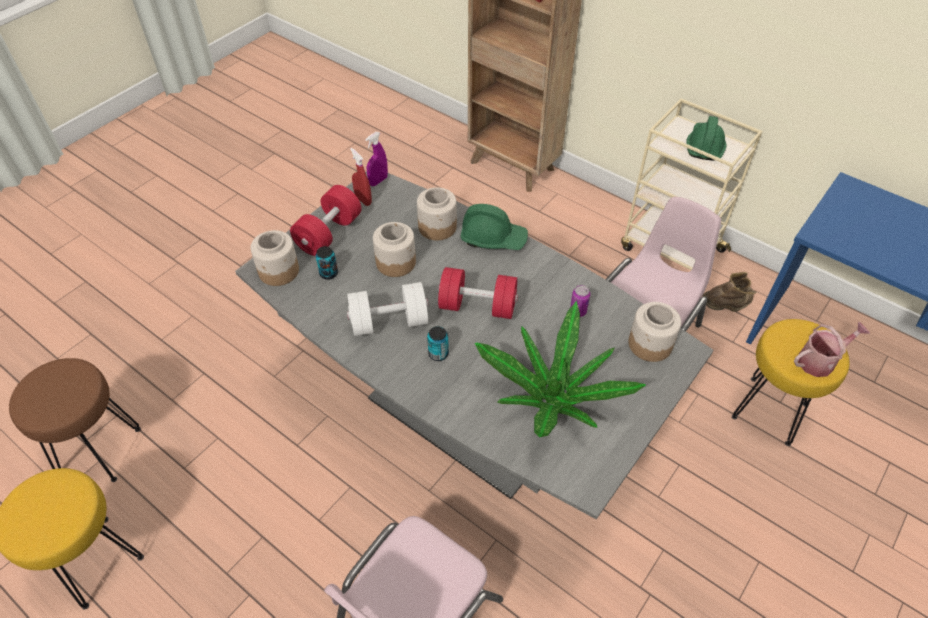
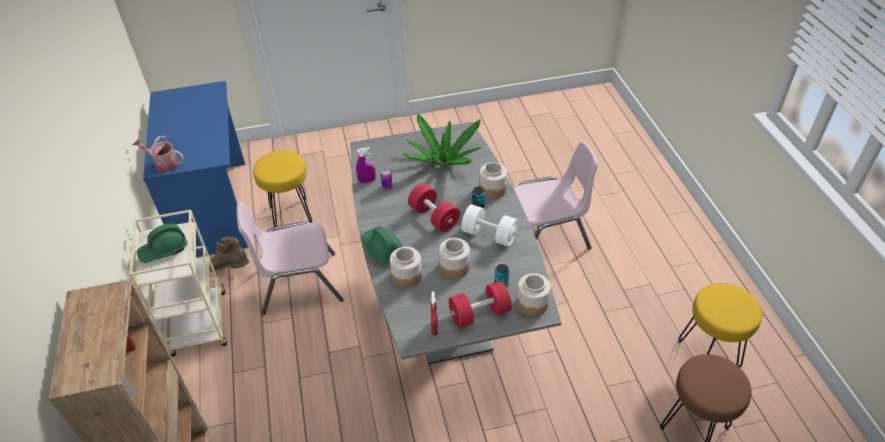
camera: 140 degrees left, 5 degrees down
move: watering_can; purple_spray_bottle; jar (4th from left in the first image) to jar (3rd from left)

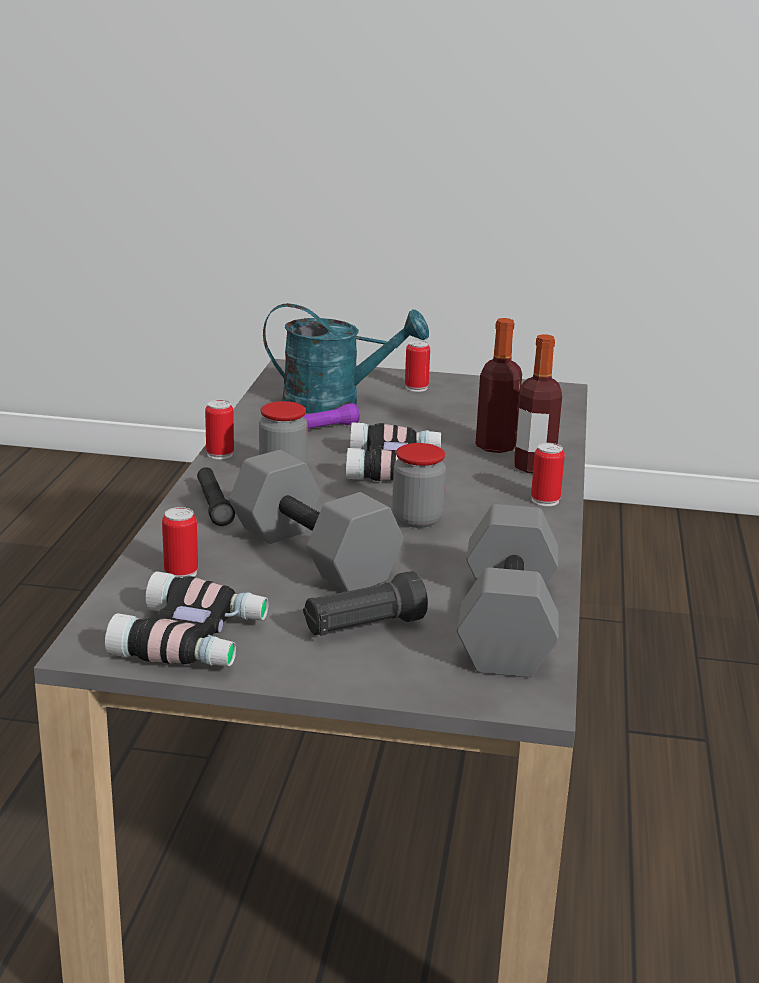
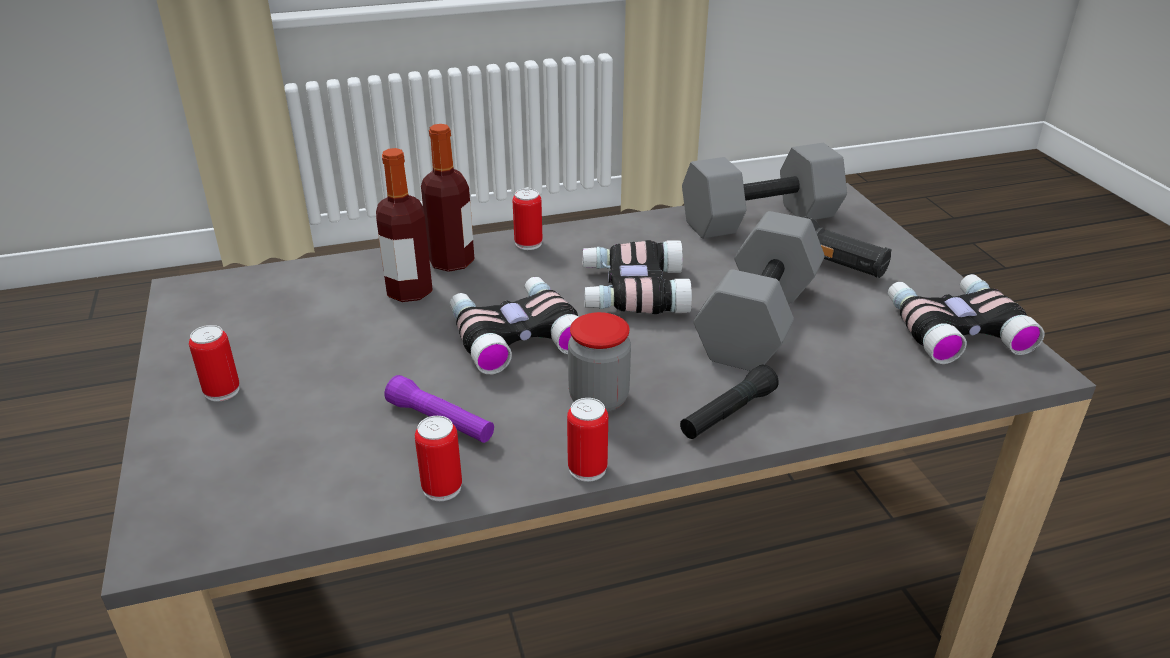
camera: 115 degrees left, 10 degrees up
delete: turquoise_watering_can
move: can (1st from left in the first image) to can (2nd from left)
replace: jar (2nd from left) to binoculars (2nd from left)

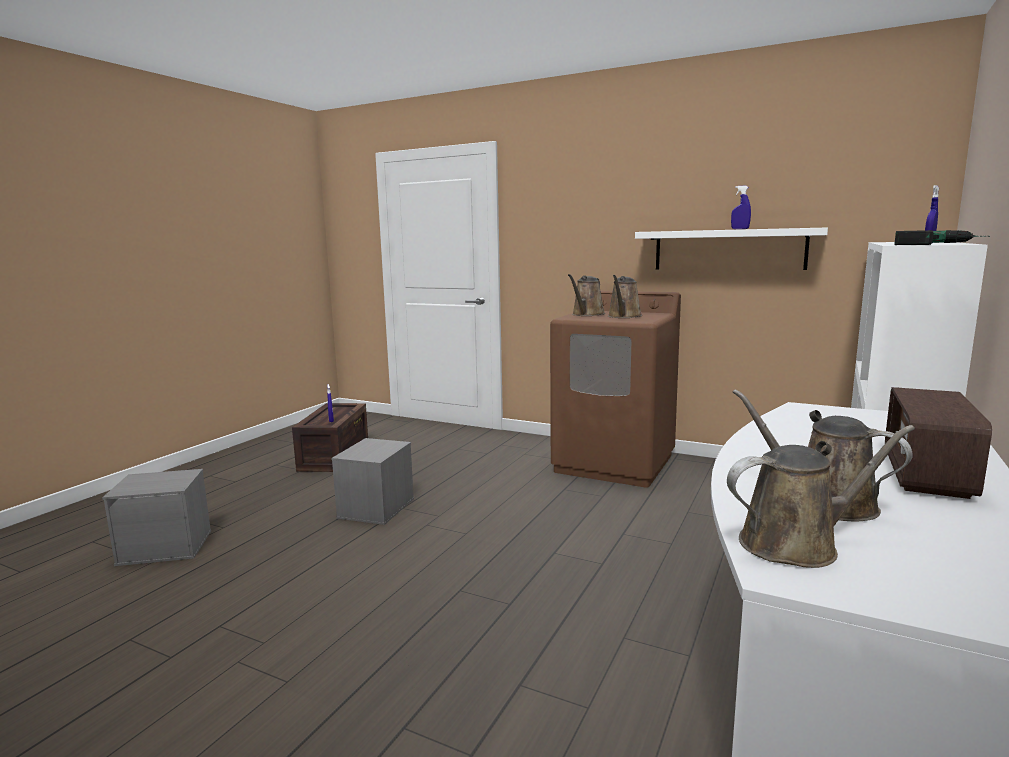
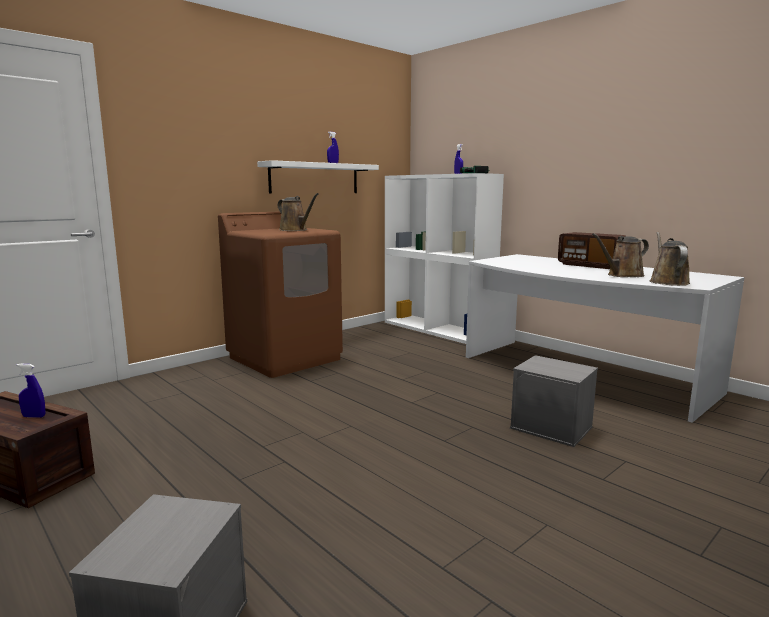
camera: 70 degrees left, 0 degrees up
delete: brown_watering_can (1st from left)
move: grey_storage_box (2nd from left)

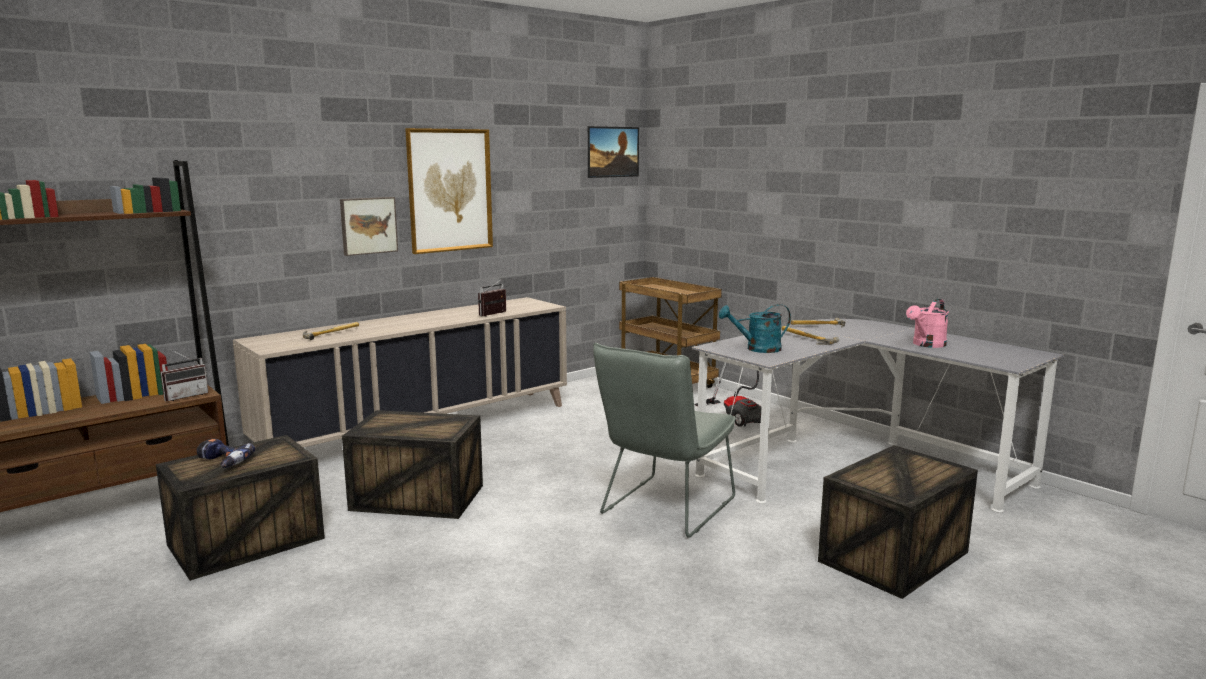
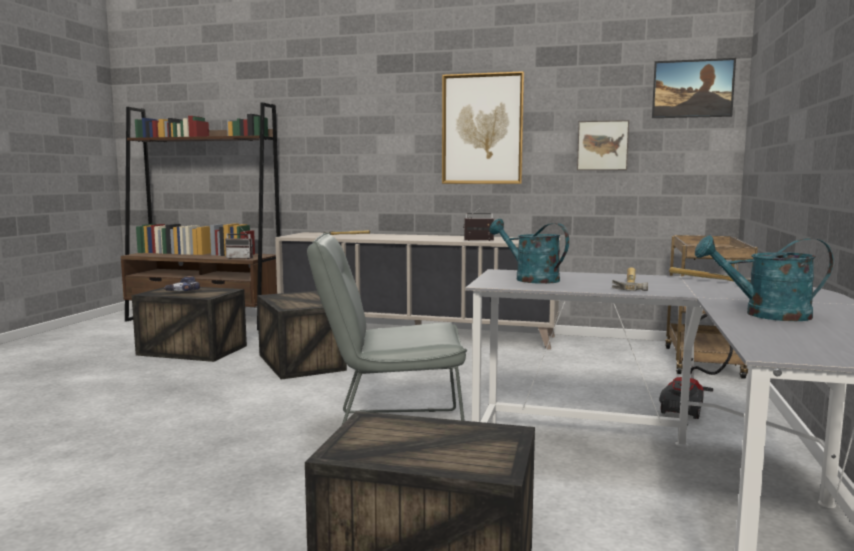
camera: 55 degrees right, 5 degrees down
move: picture (1st from left in the first image) to picture (2nd from left)
recolor: pink_watering_can to turquoise_watering_can (2nd from left)

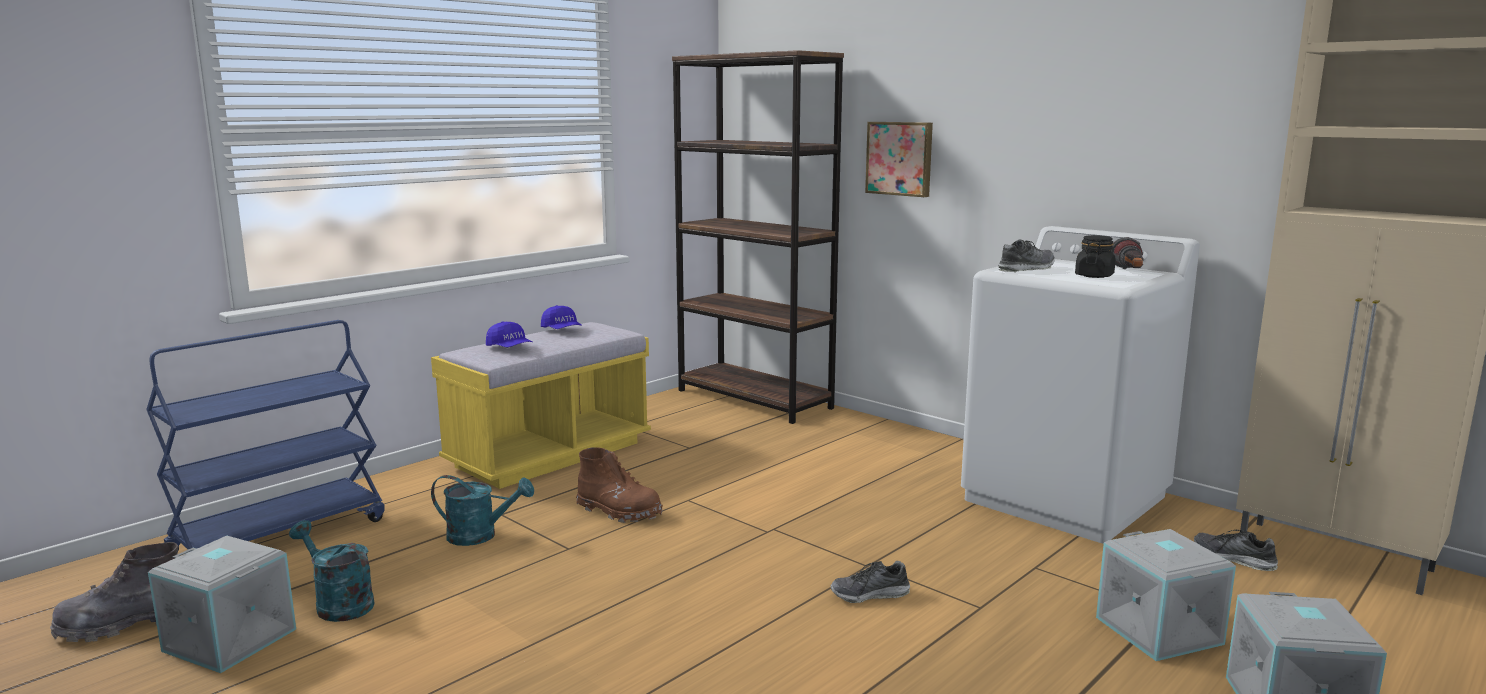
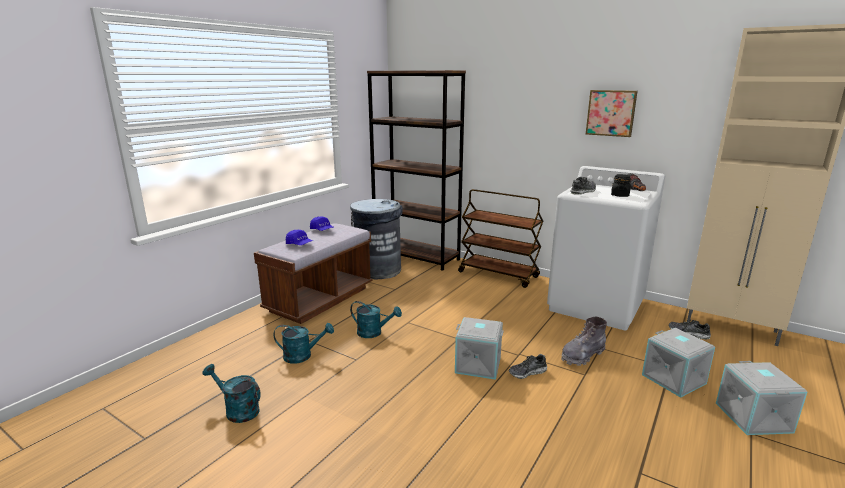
camera: 10 degrees left, 5 degrees up
delete: blue_cart
insert: grey_trash_can; brown_cart
move: grey_storage_box (1st from left); grey_boot; picture
replace: brown_boot to turquoise_watering_can (3rd from left)
recolor: yellow_bench to brown_bench

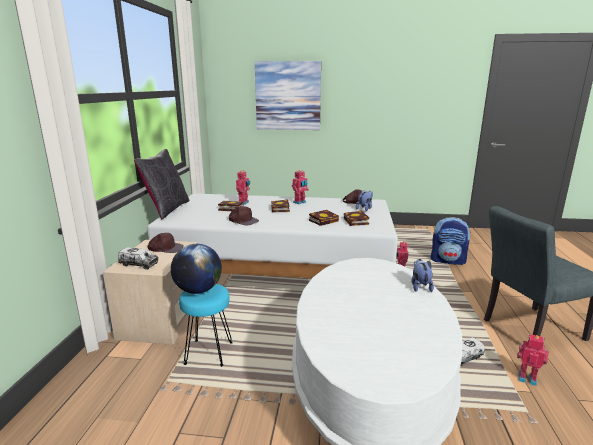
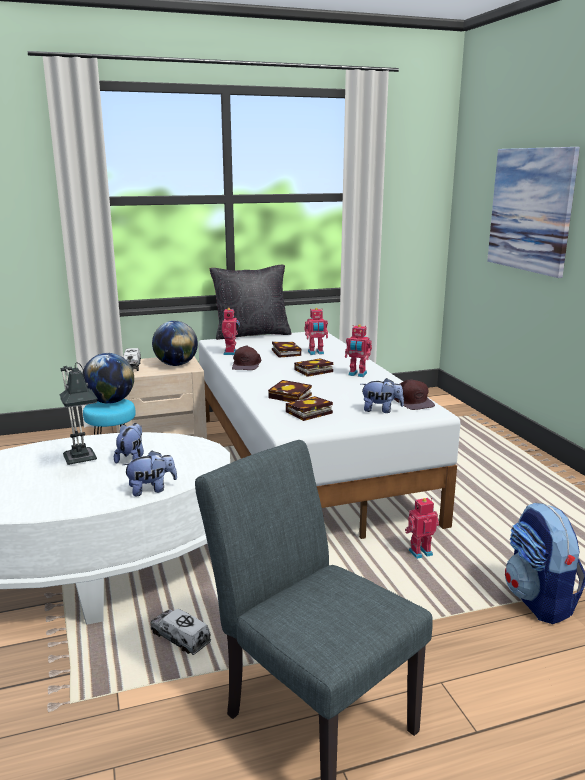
camera: 65 degrees right, 0 degrees up
insert: table_lamp; plush_toy (1st from left)
move: toy_robot (4th from left in the first image) to toy_robot (1st from left)
replace: brown_cap (1st from left) to globe (2nd from left)

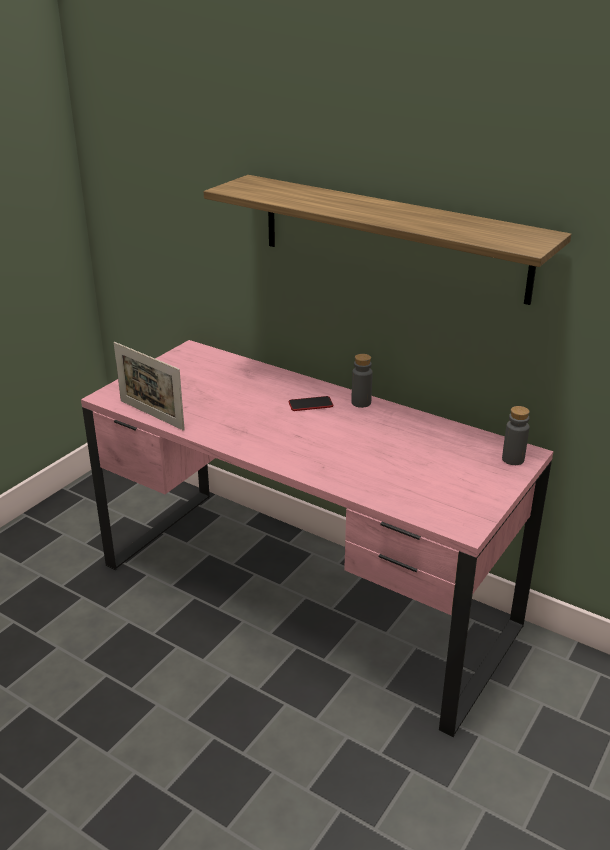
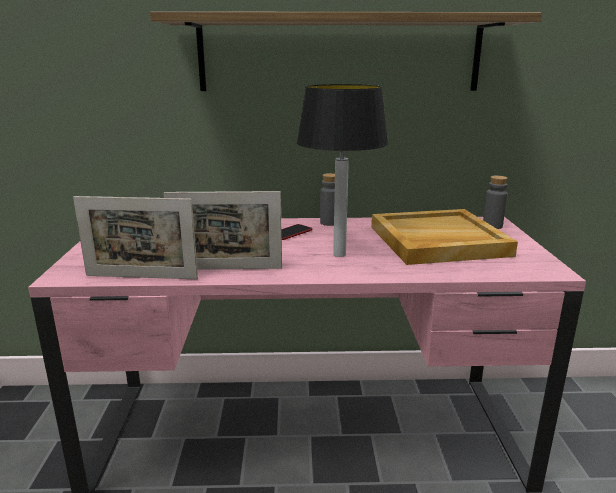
camera: 35 degrees left, 10 degrees down
insert: picture_frame (2nd from left); table_lamp; beige_tray

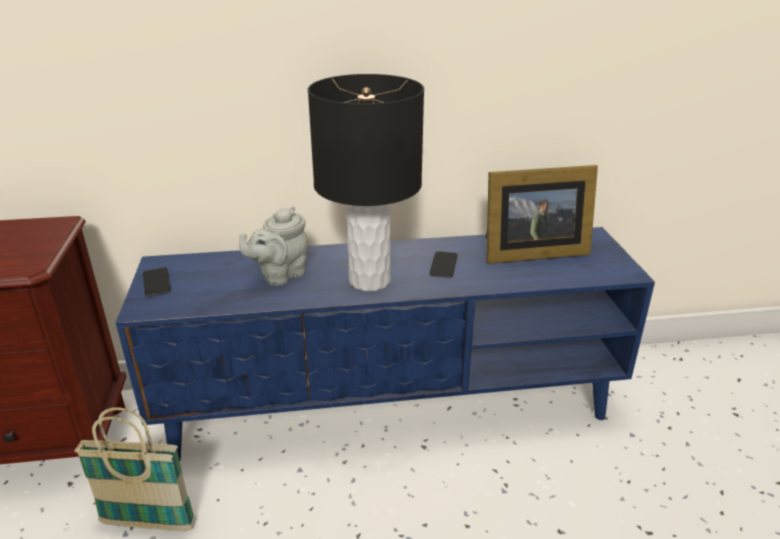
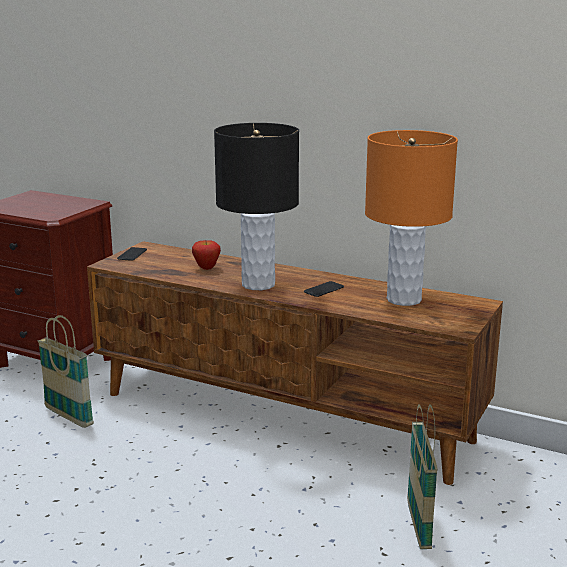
camera: 35 degrees right, 10 degrees down
insert: basket (2nd from left)
replace: grey_teapot to apple; picture_frame to orange_table_lamp
recolor: blue_tv_stand to brown_tv_stand

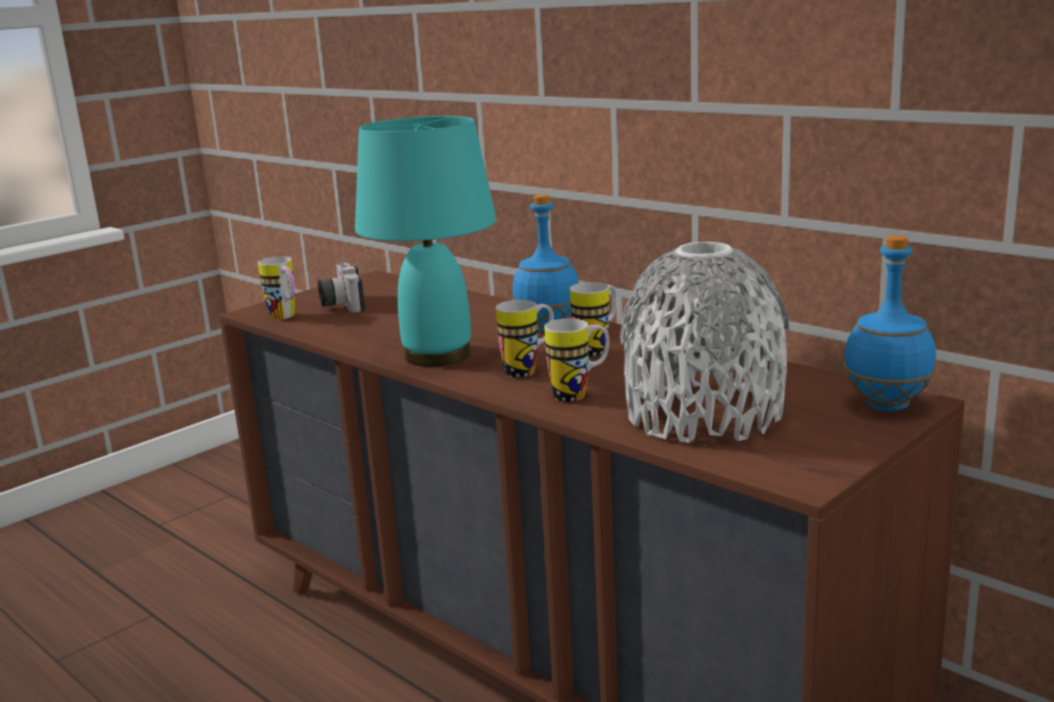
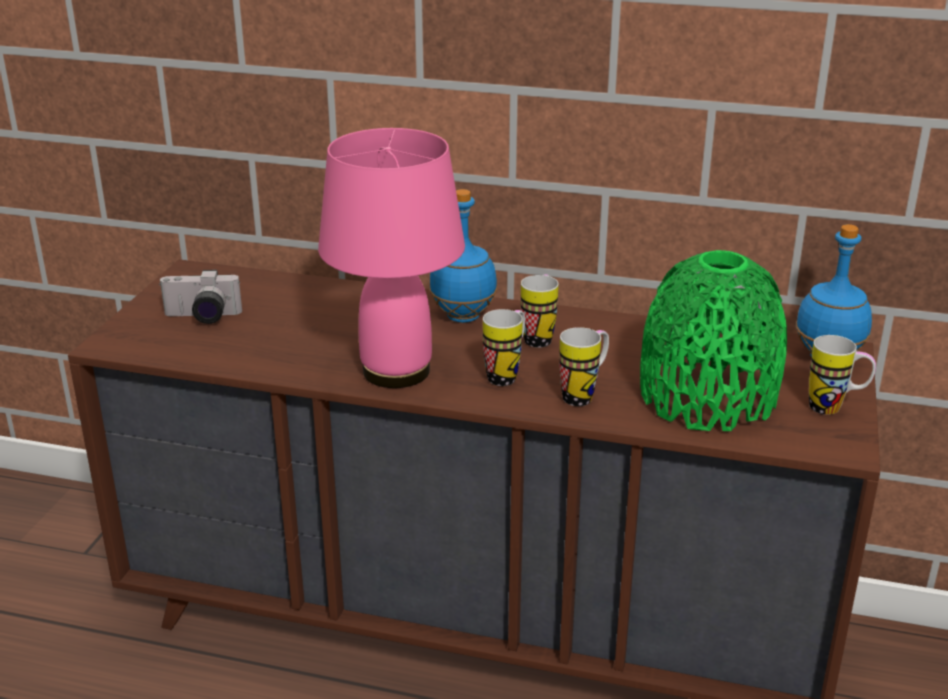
camera: 30 degrees left, 10 degrees up
move: mug (1st from left in the first image) to mug (4th from left)
recolor: turquoise_table_lamp to pink_table_lamp; grey_vase to green_vase
rotate: photo_camera 45 degrees counterclockwise

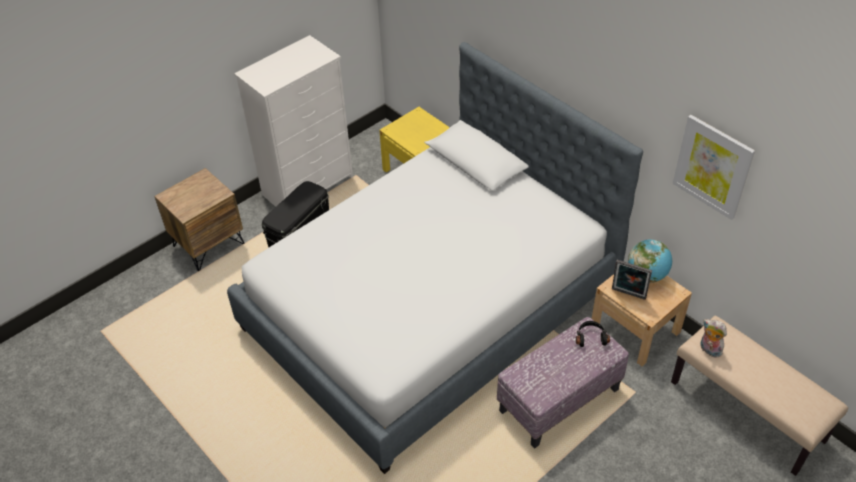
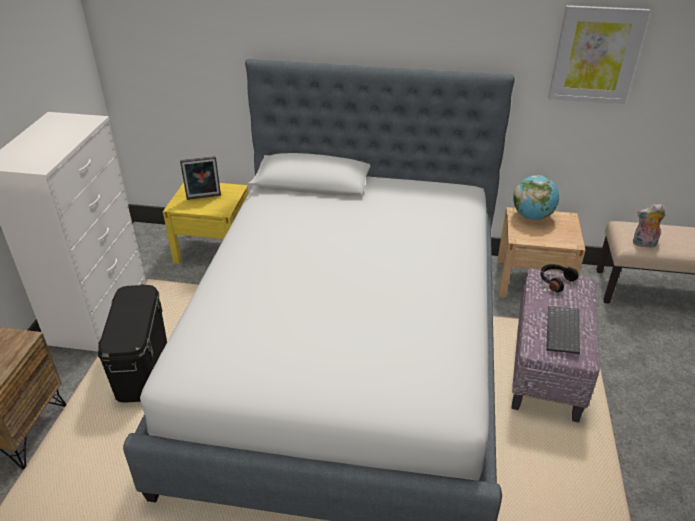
camera: 40 degrees left, 10 degrees down
insert: keyboard
move: picture_frame

